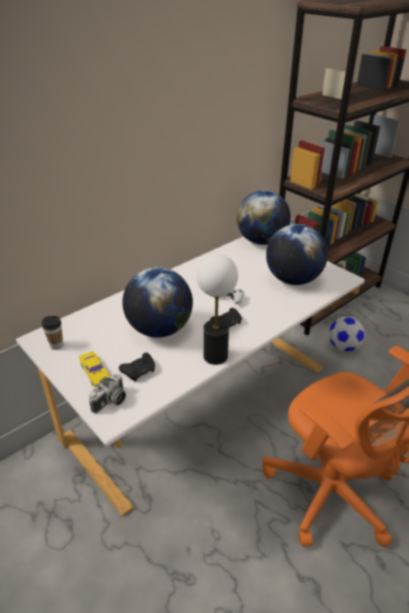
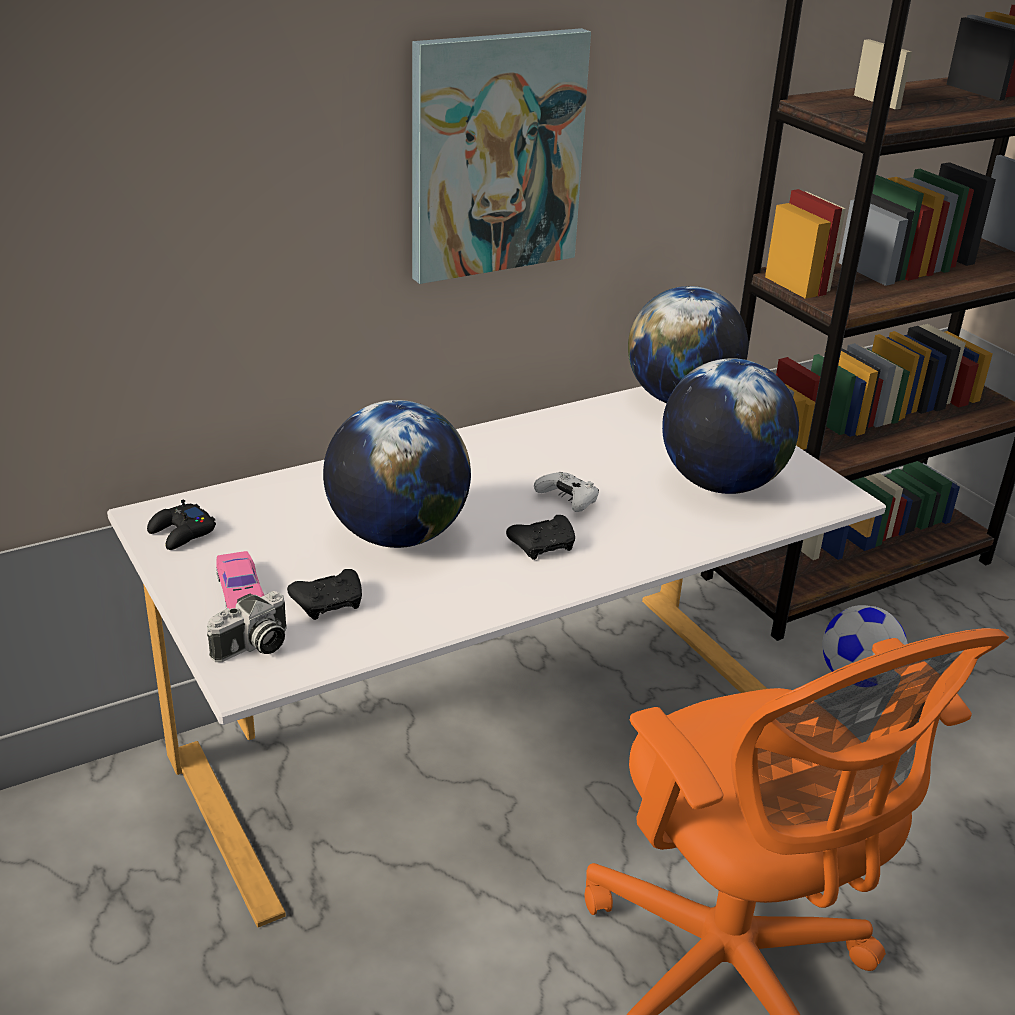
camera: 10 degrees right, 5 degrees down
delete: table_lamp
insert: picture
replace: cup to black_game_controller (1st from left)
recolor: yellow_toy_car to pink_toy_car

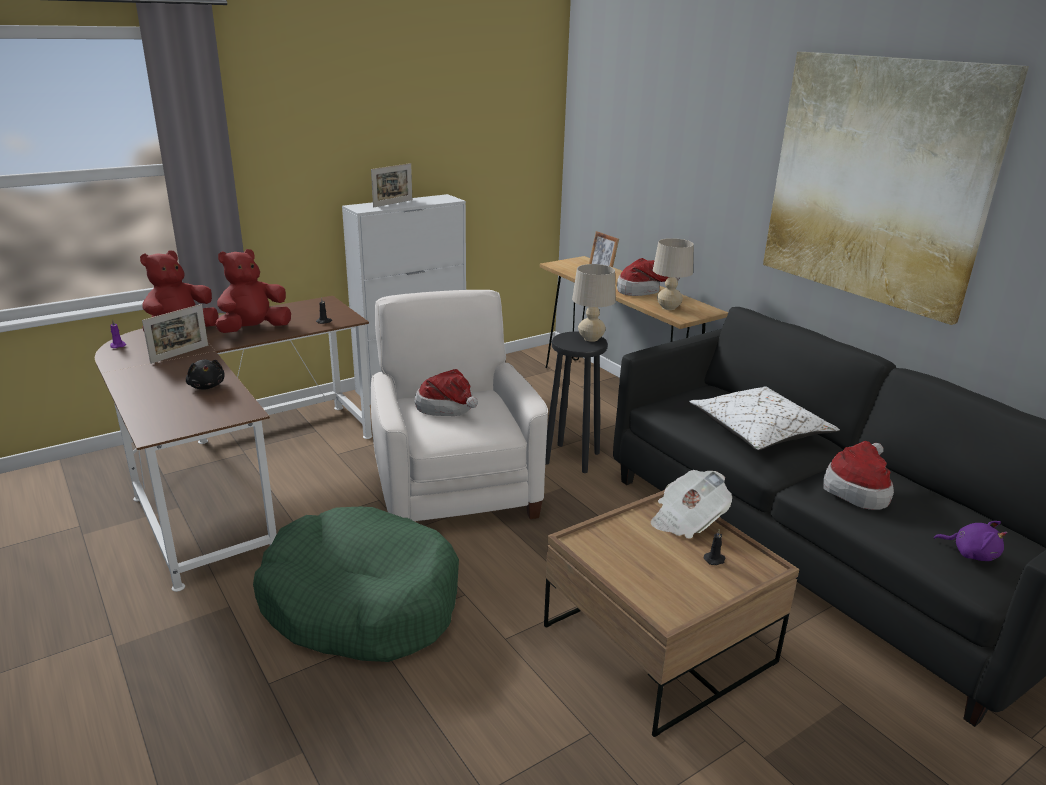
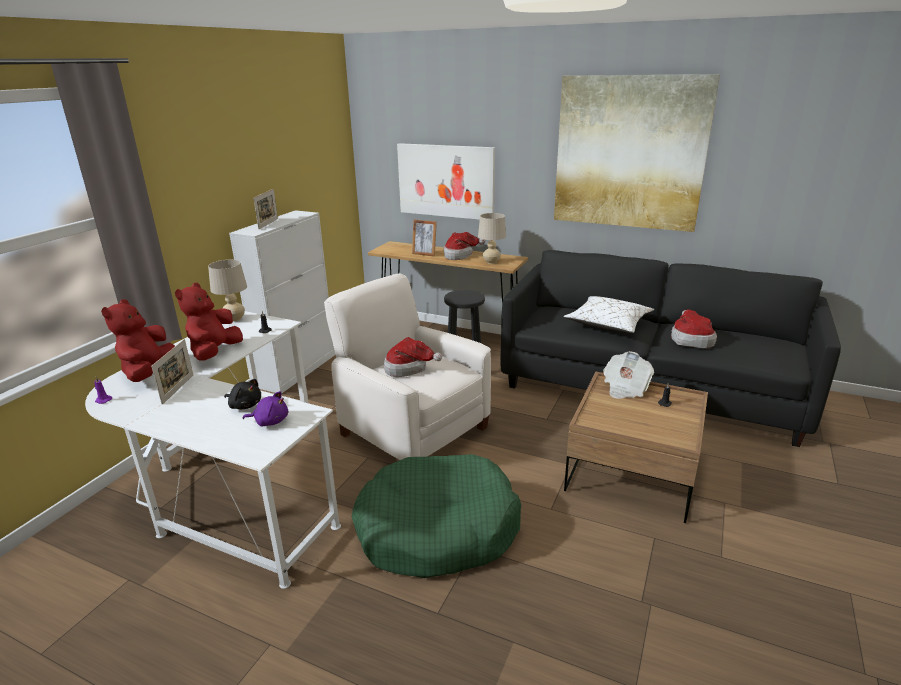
camera: 30 degrees left, 0 degrees up
insert: picture (1st from left)
move: beige_table_lamp (1st from left); purple_plush_toy
recolor: brown_desk to white_desk

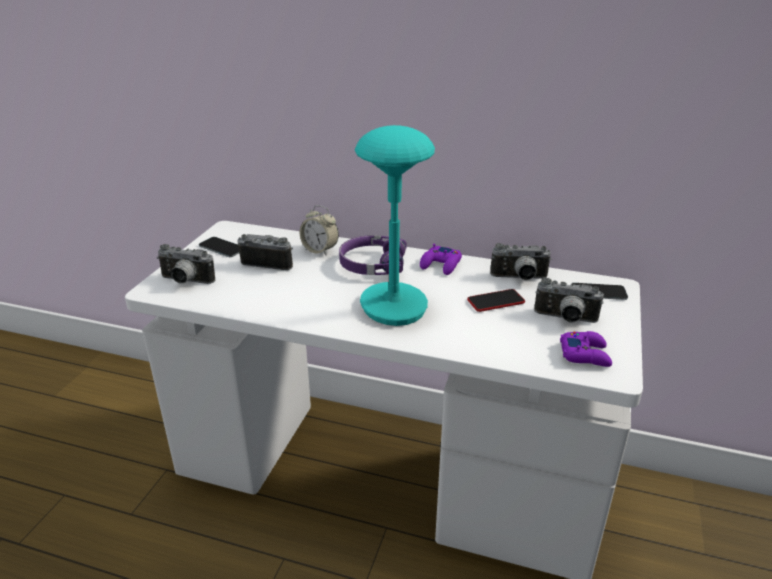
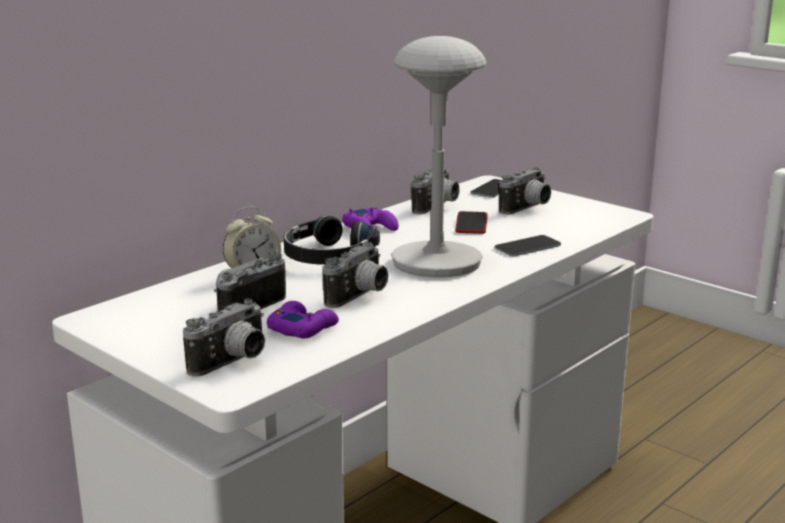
camera: 65 degrees left, 10 degrees down
insert: photo_camera (3rd from left)
move: purple_game_controller (2nd from left in the first image) to purple_game_controller (1st from left); phone (1st from left in the first image) to phone (3rd from left)
recolor: purple_headphones to black_headphones; turquoise_table_lamp to grey_table_lamp

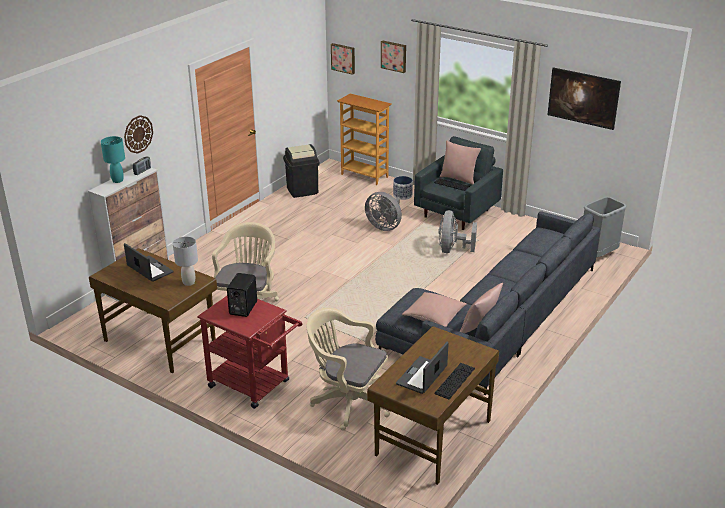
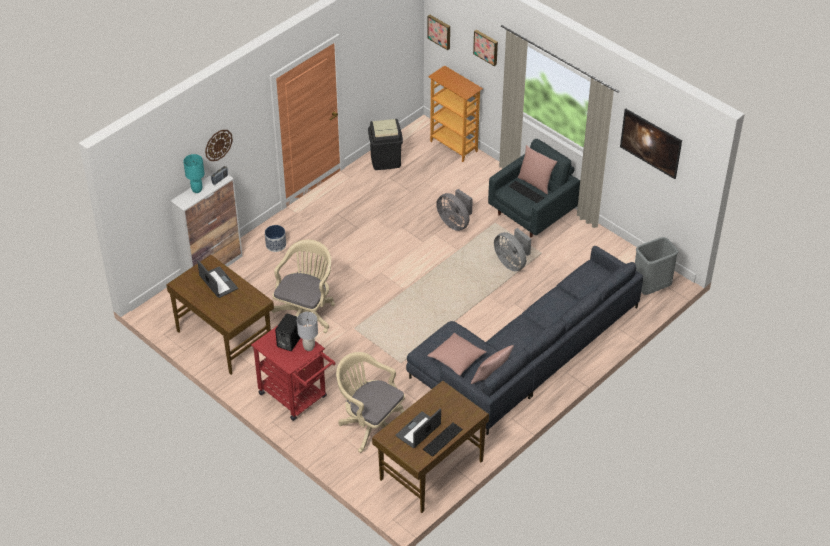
camera: 10 degrees right, 15 degrees up
move: planter; grey_table_lamp
rotate: grey_fan (2nd from left) 60 degrees counterclockwise

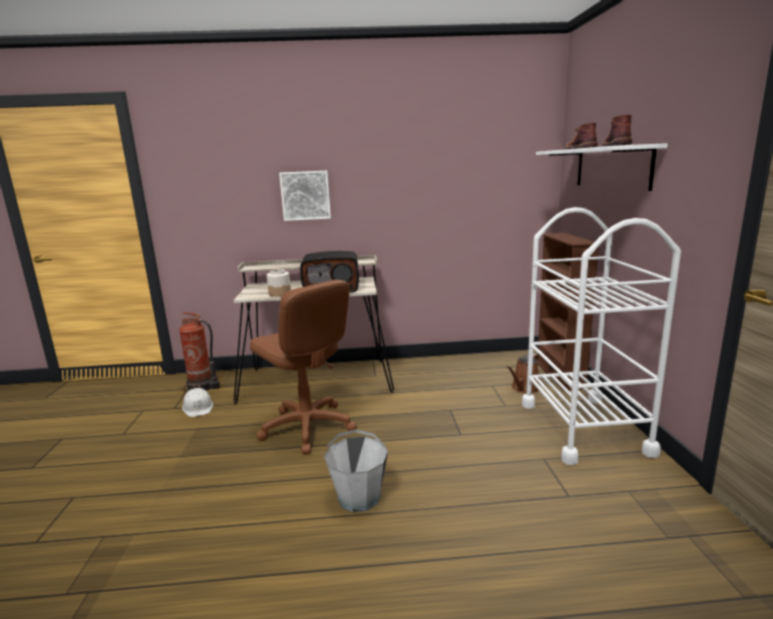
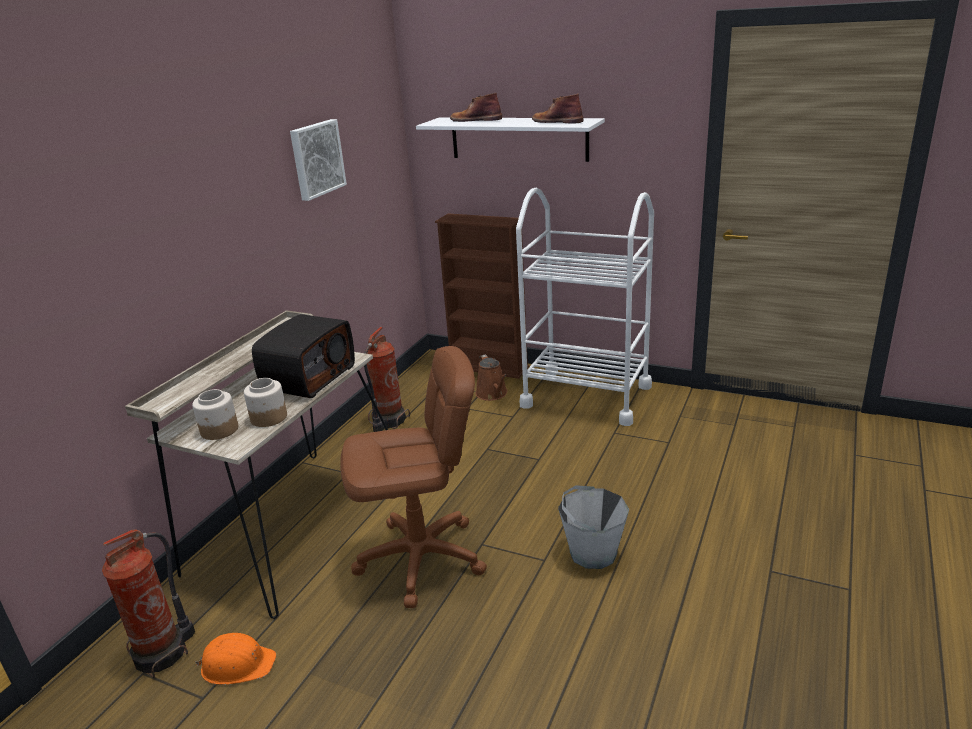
camera: 60 degrees left, 10 degrees up
insert: jar (1st from left); fire_extinguisher (2nd from left)
move: picture
recolor: white_hard_hat to orange_hard_hat

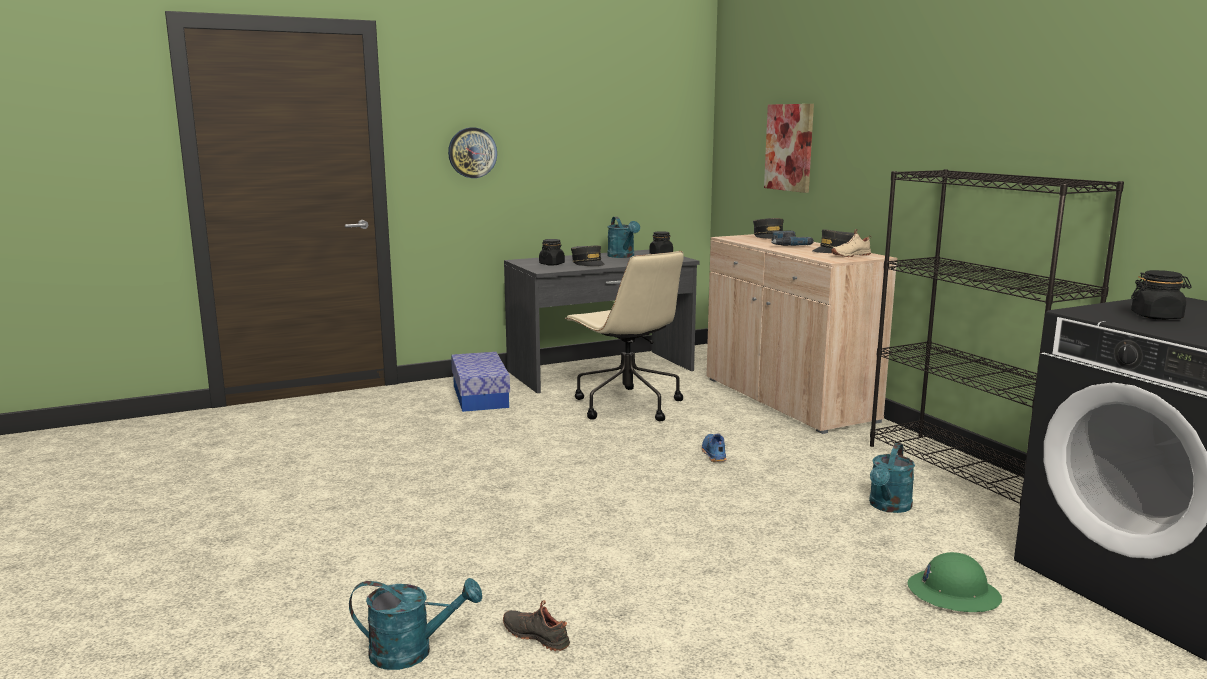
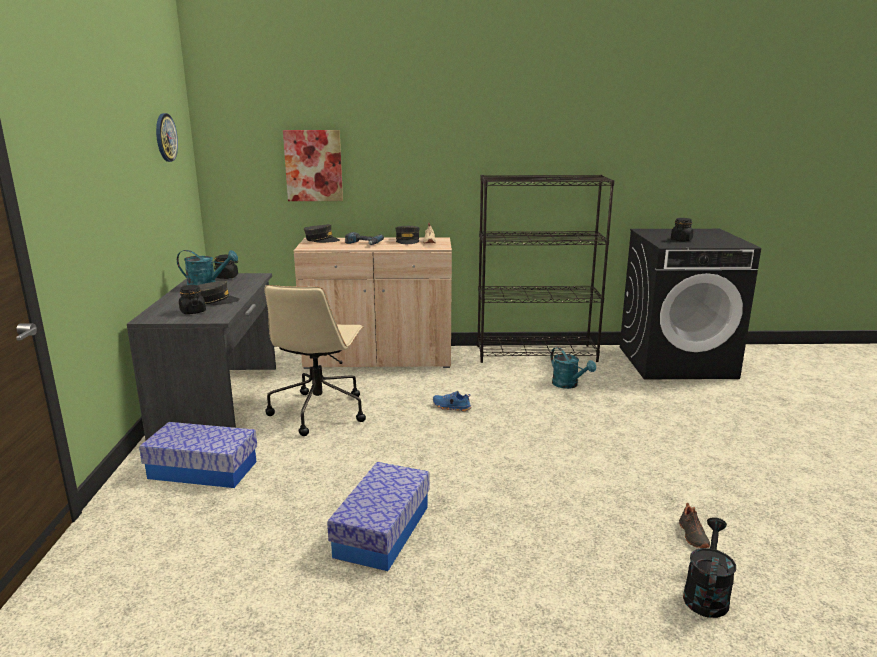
camera: 65 degrees left, 5 degrees up
delete: green_hard_hat
insert: storage_box (2nd from left)
move: wall_clock
recolor: turquoise_watering_can (1st from left) to black_watering_can
rotate: beige_office_chair 105 degrees clockwise; black_shoe 60 degrees counterclockwise

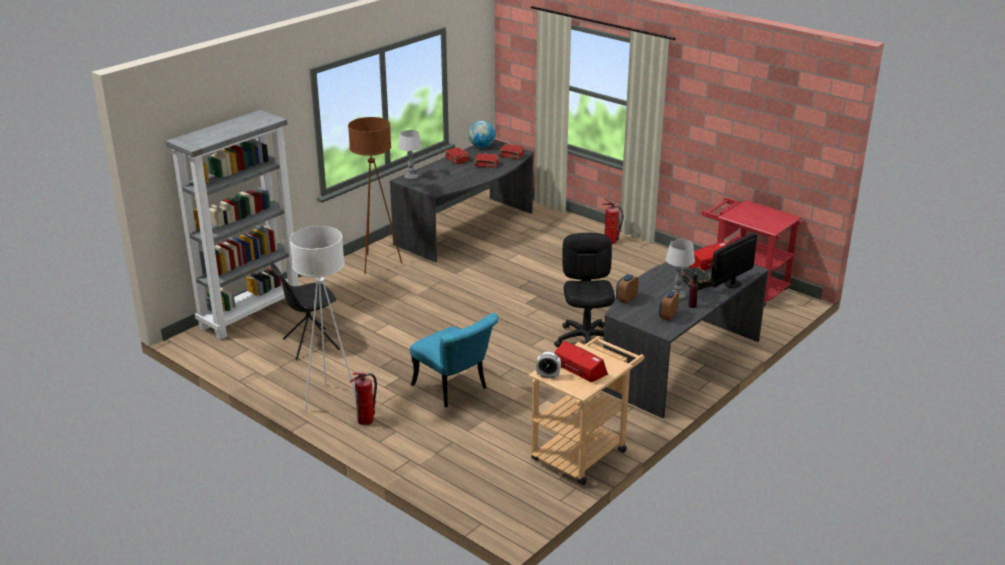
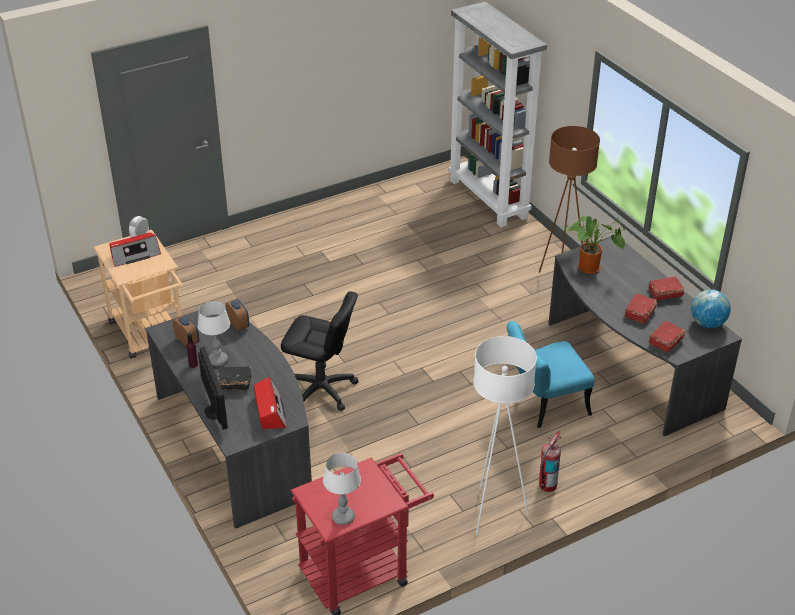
camera: 110 degrees right, 10 degrees up
delete: black_chair; fire_extinguisher (1st from left)
insert: potted_plant
move: table_lamp (1st from left in the first image) to table_lamp (2nd from left); white_floor_lamp; turquoise_chair

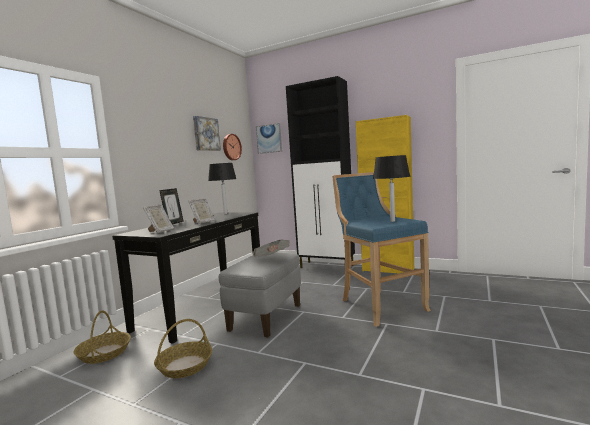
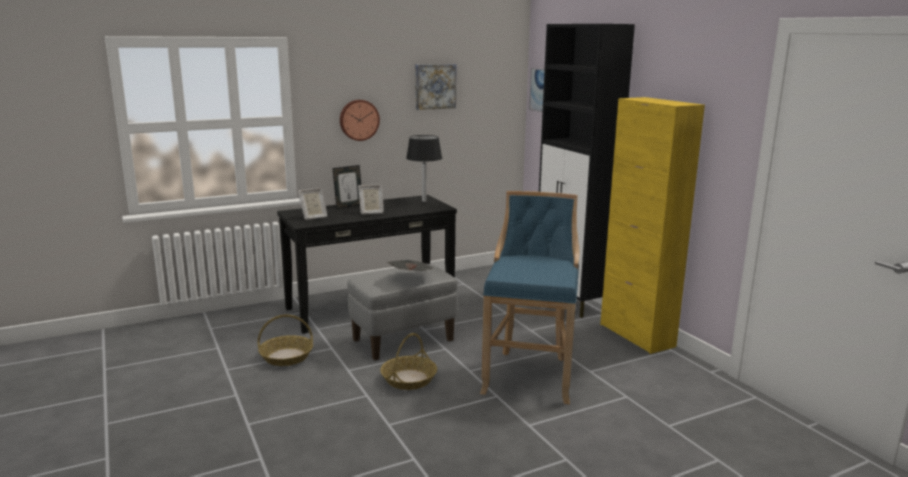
camera: 35 degrees right, 10 degrees up
delete: black_table_lamp (2nd from left)
move: wall_clock; basket (1st from left in the first image) to basket (2nd from left)

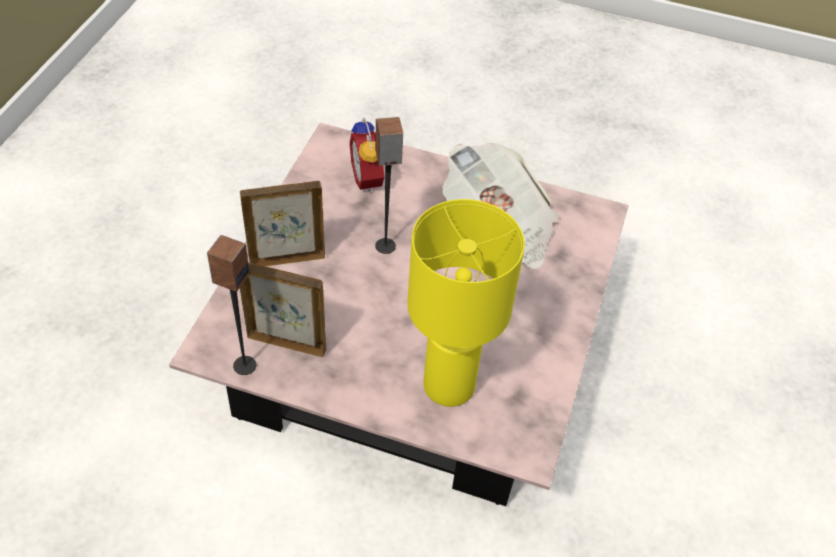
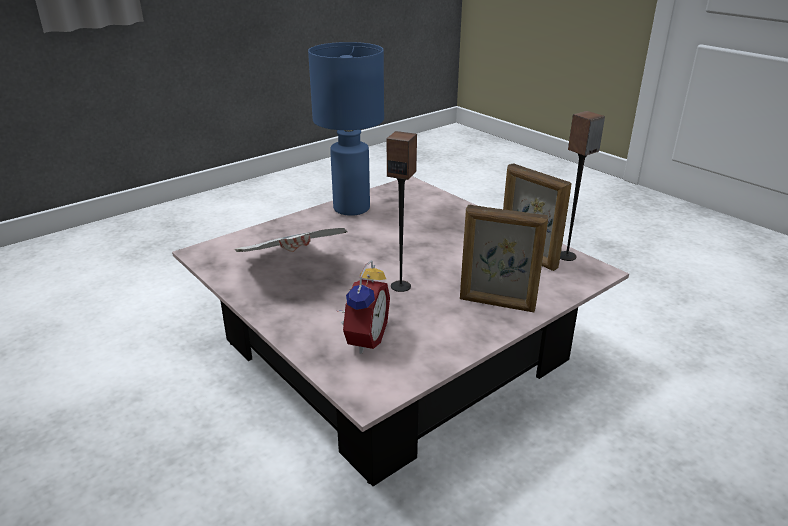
camera: 145 degrees left, 20 degrees down
delete: yellow_table_lamp
insert: blue_table_lamp

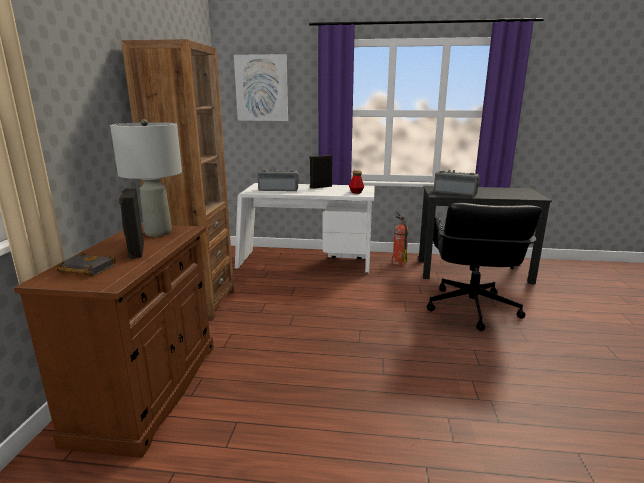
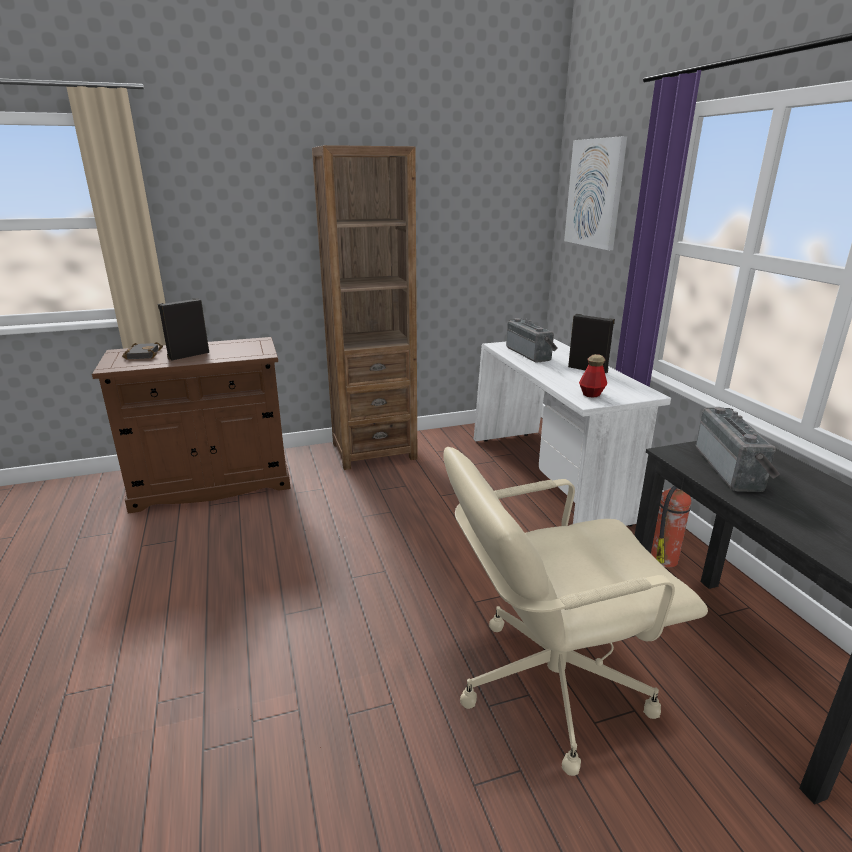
camera: 65 degrees right, 5 degrees up
delete: grey_table_lamp
recolor: black_office_chair to beige_office_chair

